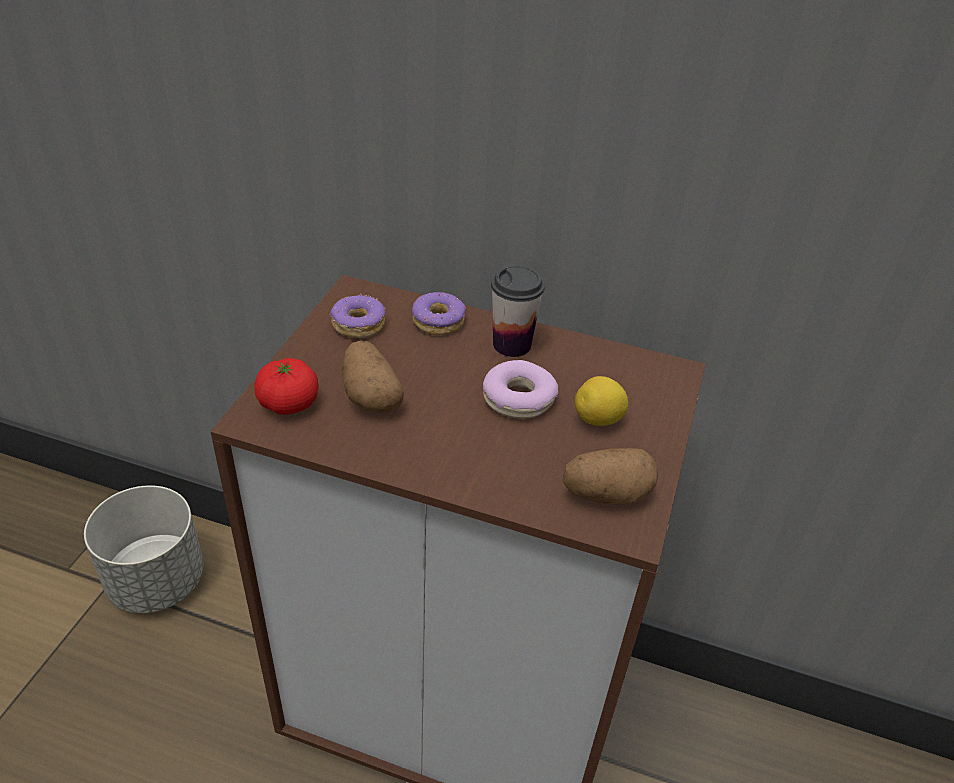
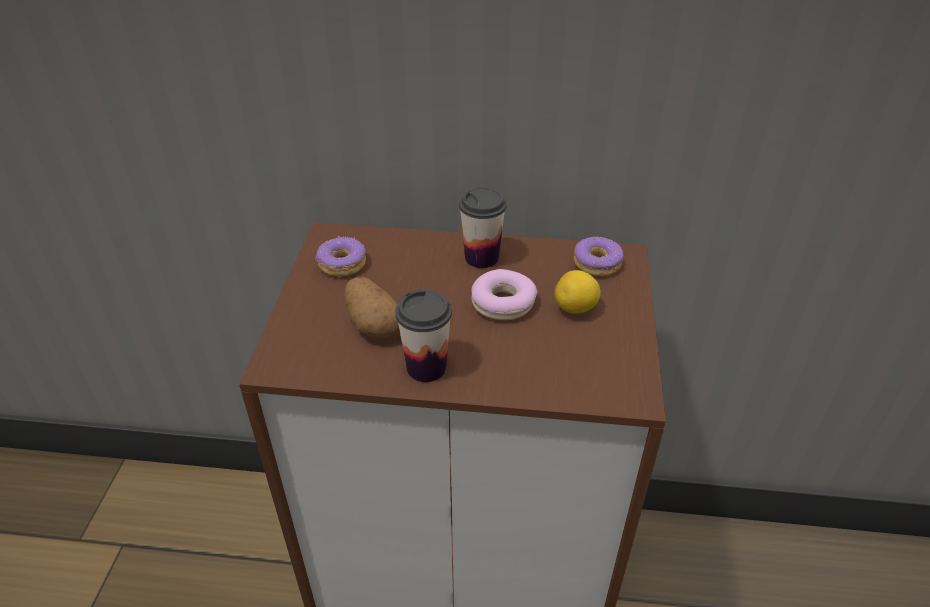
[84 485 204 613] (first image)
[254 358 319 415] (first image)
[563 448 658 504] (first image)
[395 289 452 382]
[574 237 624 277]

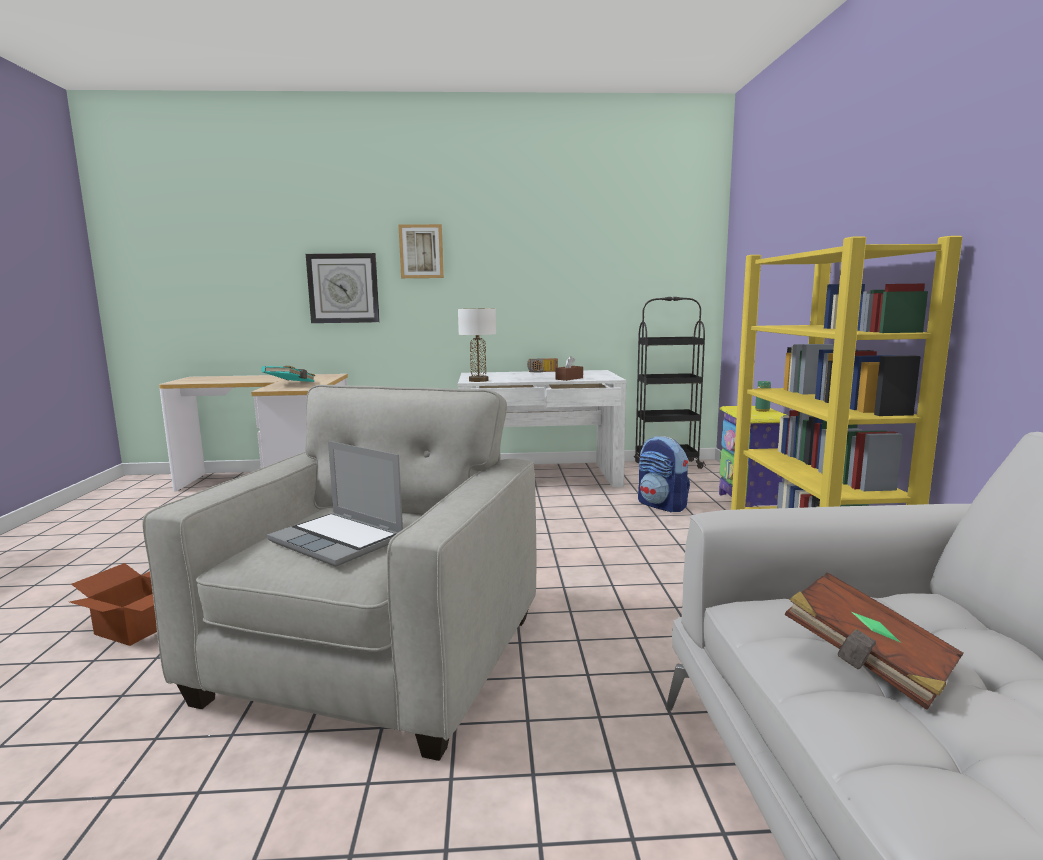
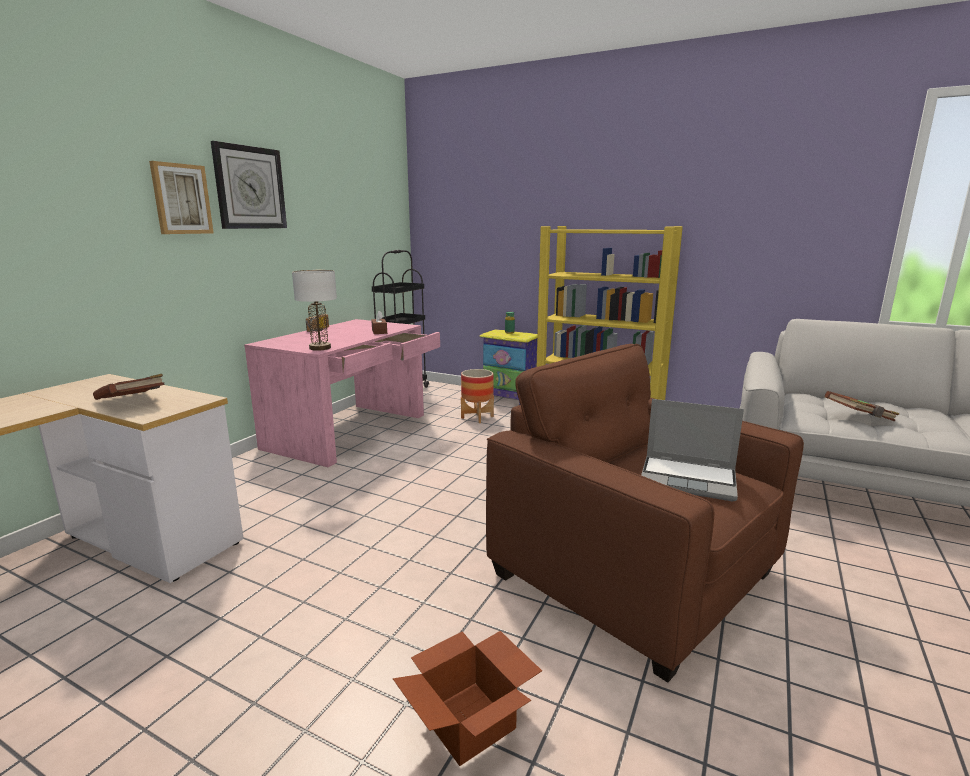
[211 141 287 229]
[461 369 494 423]
[486 344 804 682]
[93 374 165 400]
[244 319 440 467]
[641 399 744 502]

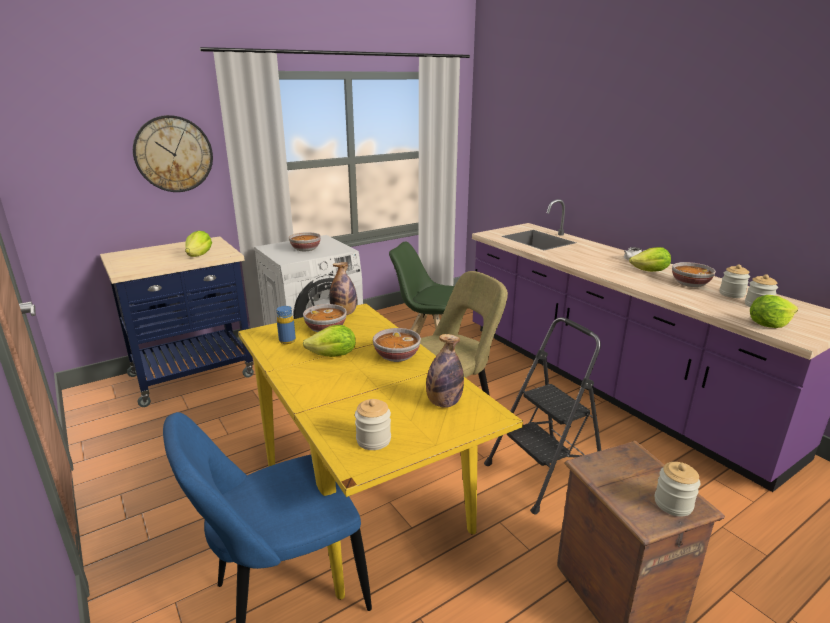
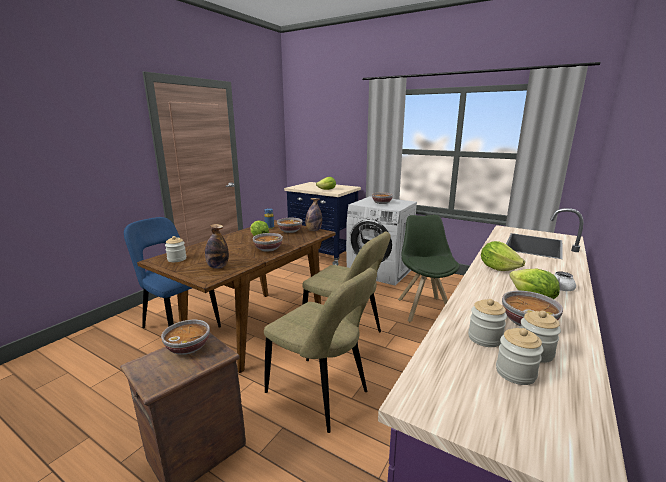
[133 115 213 192] (first image)
[161 320 210 355]
[468 299 507 347]
[481 241 525 271]
[264 268 377 433]
[137 220 336 373]

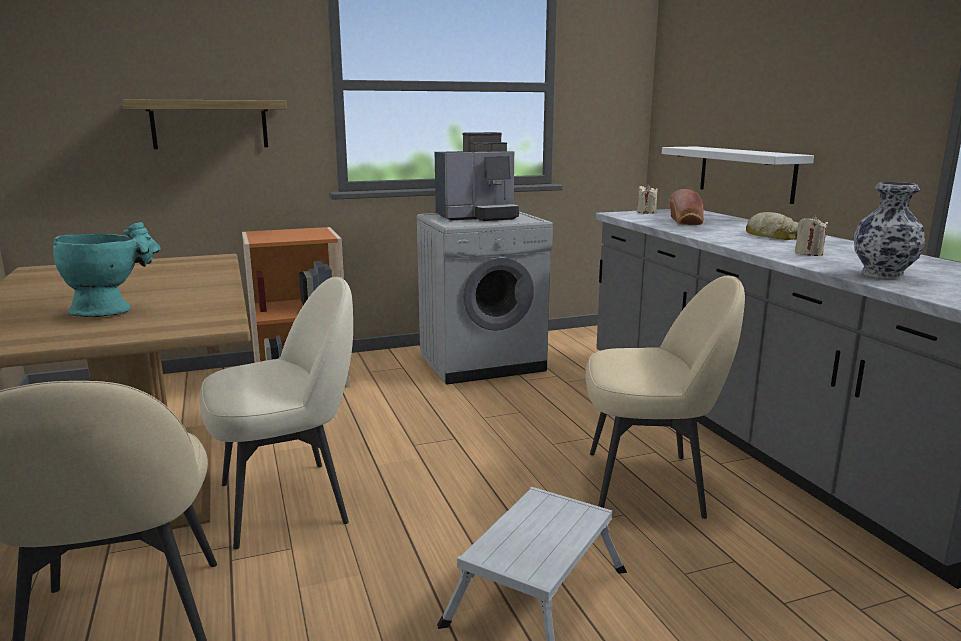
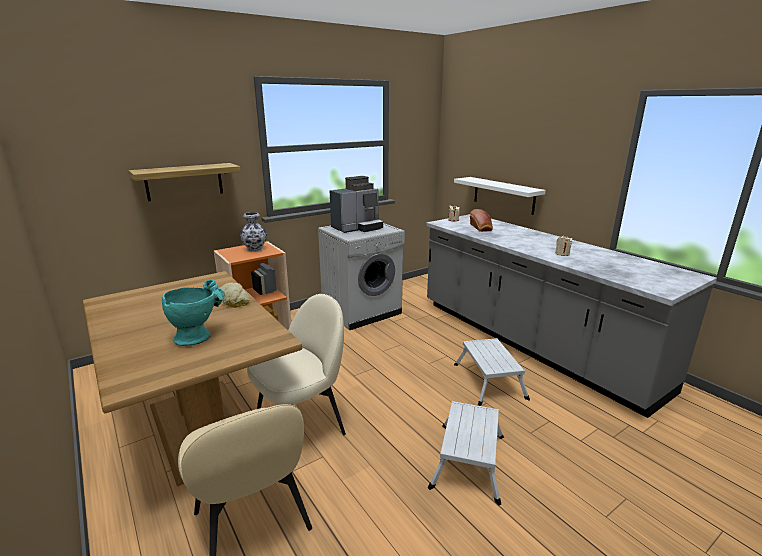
[220 283 249 308]
[240 212 267 252]
[454 338 530 406]

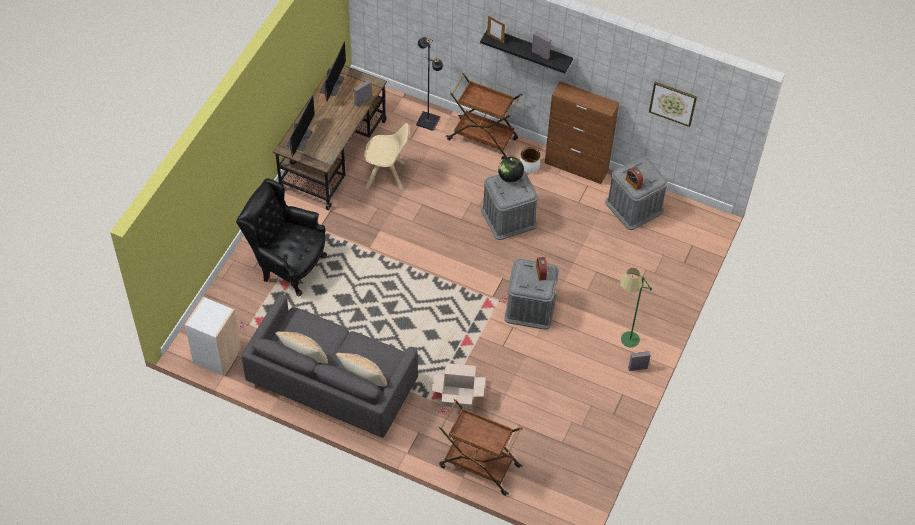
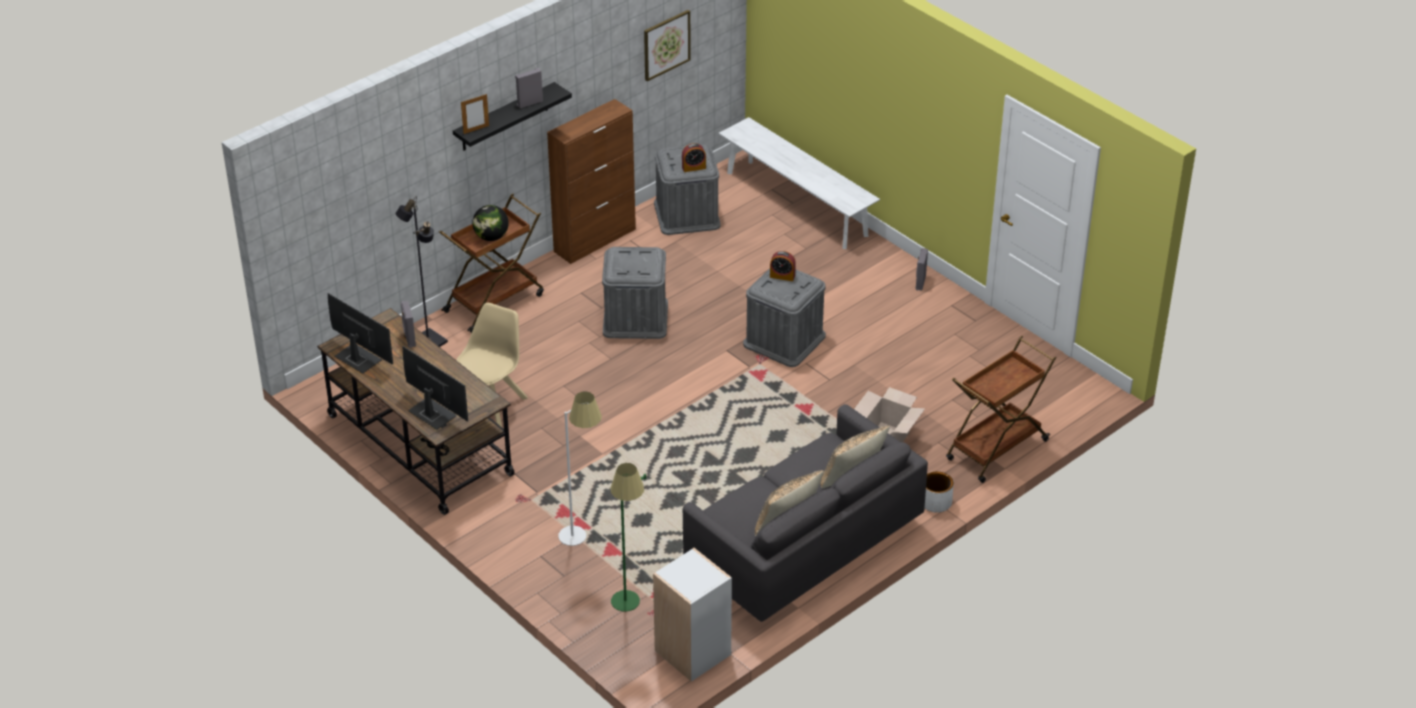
[719 117 880 249]
[472 205 509 241]
[925 471 954 513]
[611 463 646 612]
[558 391 602 546]

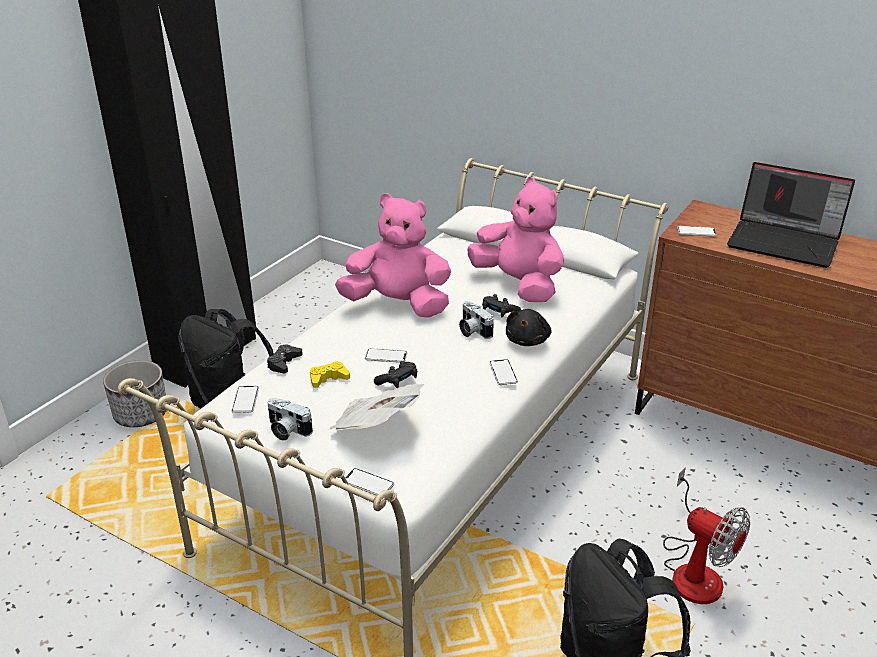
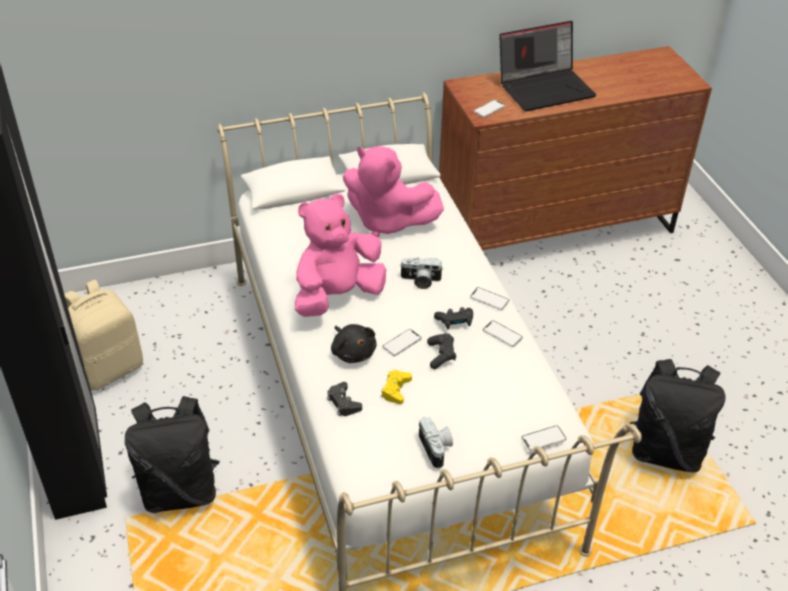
[103 360 167 427] (first image)
[330 384 424 430] (first image)
[663 467 750 604] (first image)
[64 280 143 391]
[483 320 523 347]
[434 307 473 329]
[331 324 376 363]
[419 417 453 469]
[343 146 444 238]

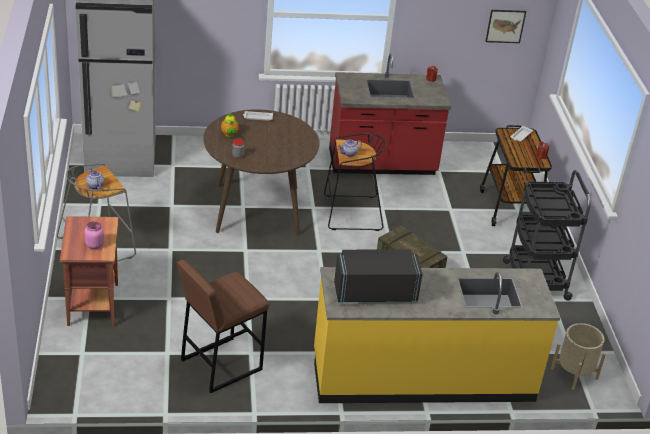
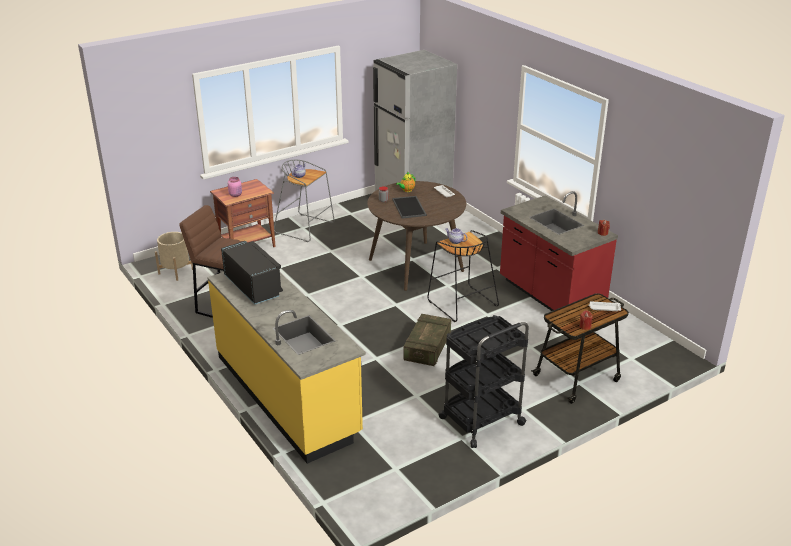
[485 10 526 43] (first image)
[392 196 427 219]
[155 232 193 281]

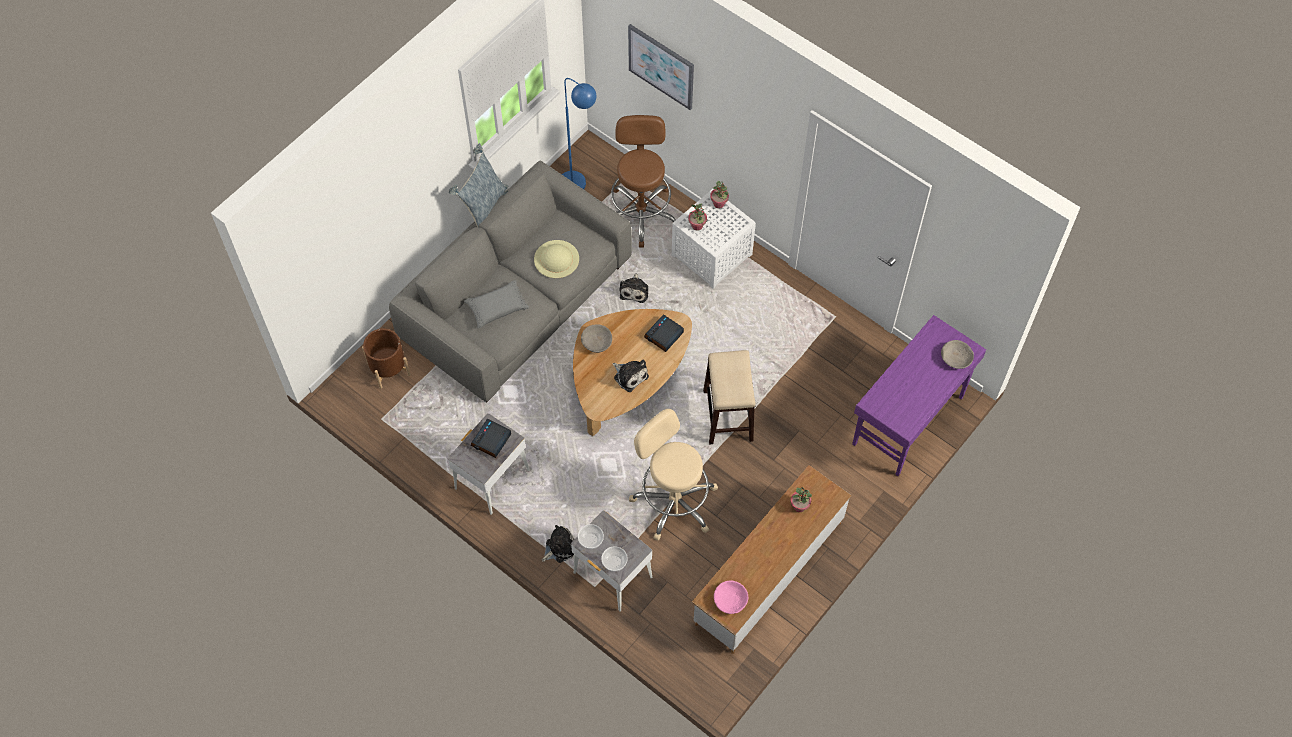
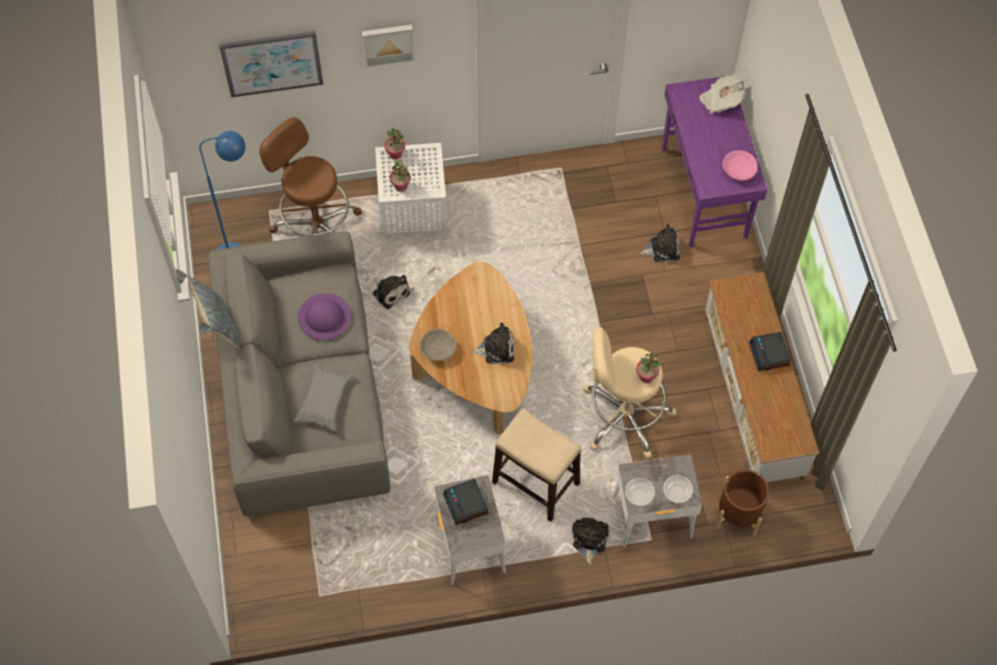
[362 24 415 68]
[640 224 680 262]
[716 470 769 536]
[749 332 791 371]
[492 409 581 522]
[723 150 758 181]
[636 353 660 383]
[699 75 747 114]
[298 293 351 340]

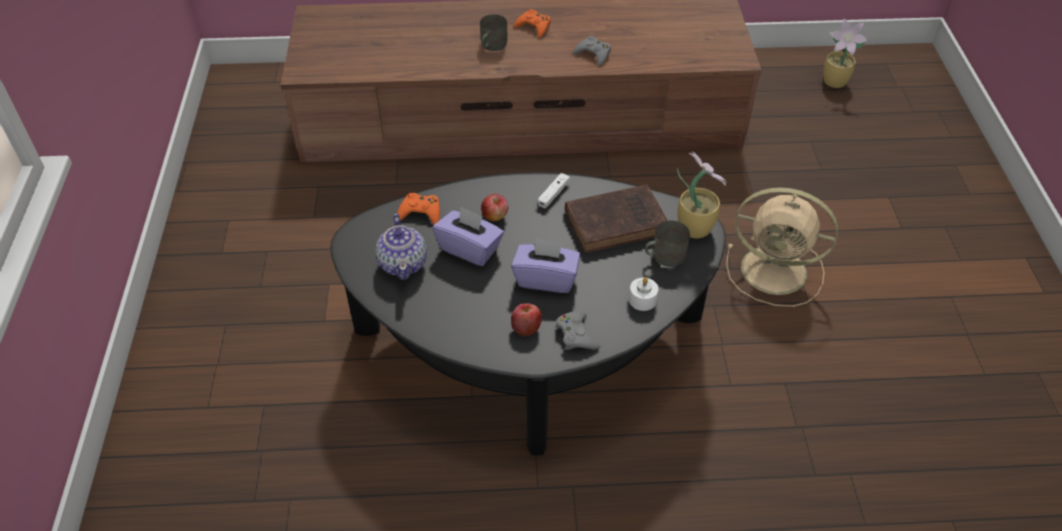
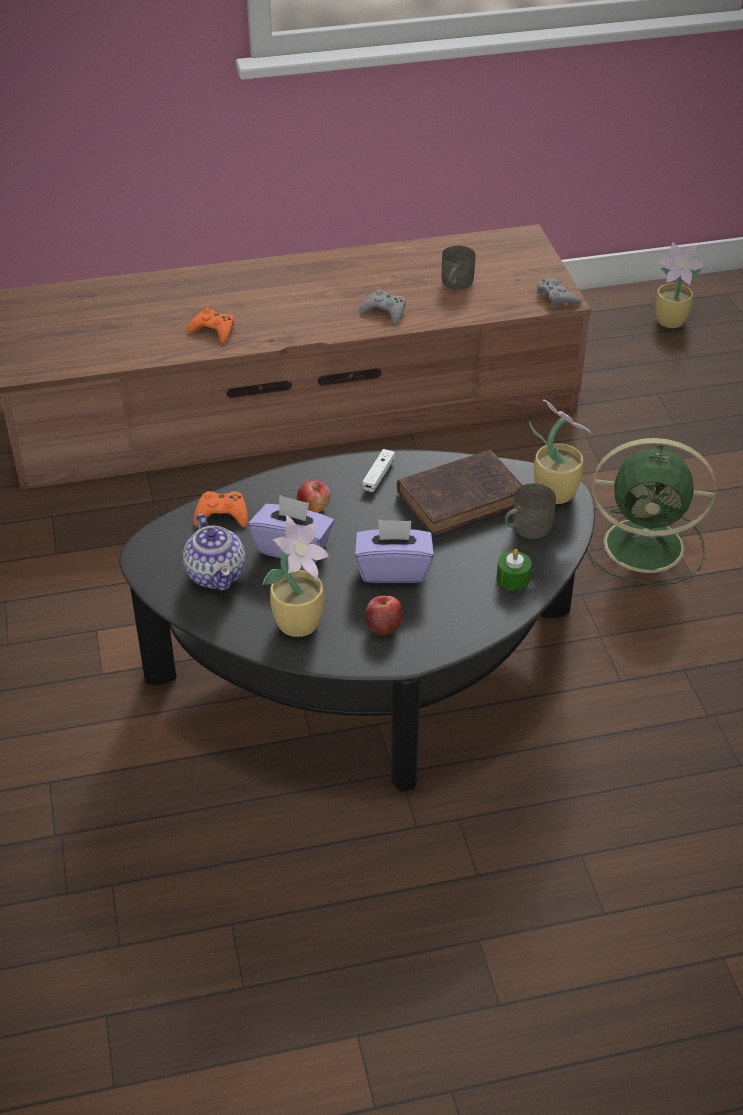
[262 515 329 637]
[442 246 476 290]
[187 308 234 343]
[537 279 582 307]
[497 549 532 590]
[587 438 716 585]

